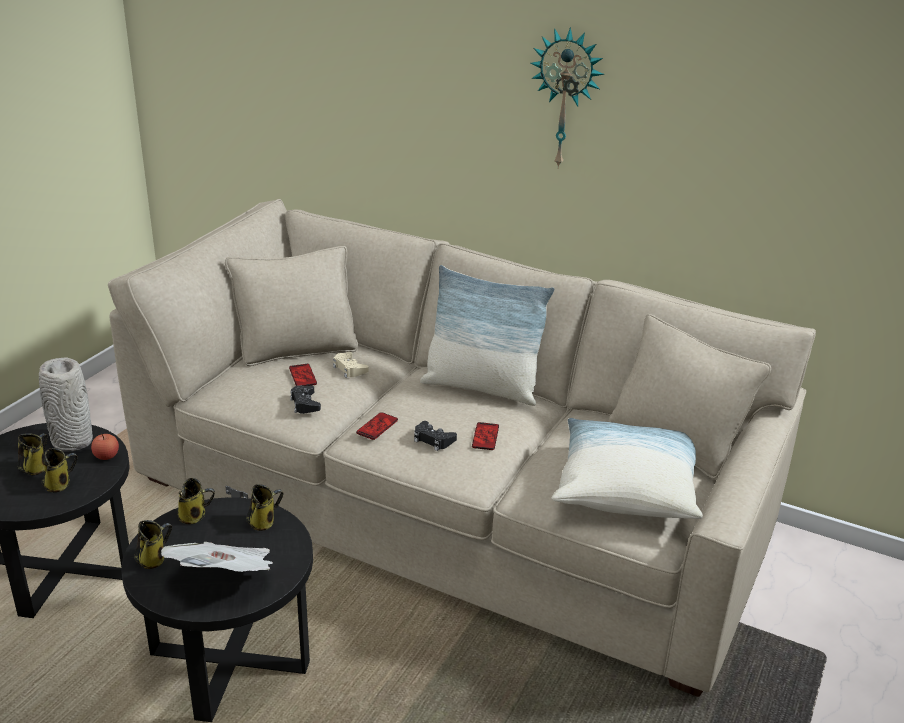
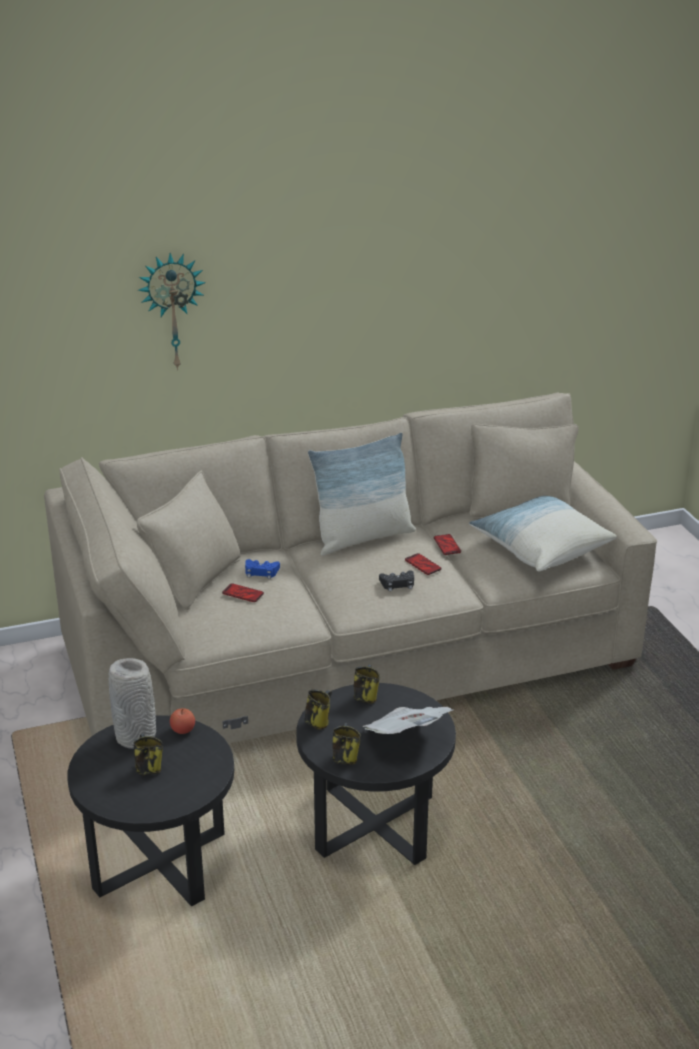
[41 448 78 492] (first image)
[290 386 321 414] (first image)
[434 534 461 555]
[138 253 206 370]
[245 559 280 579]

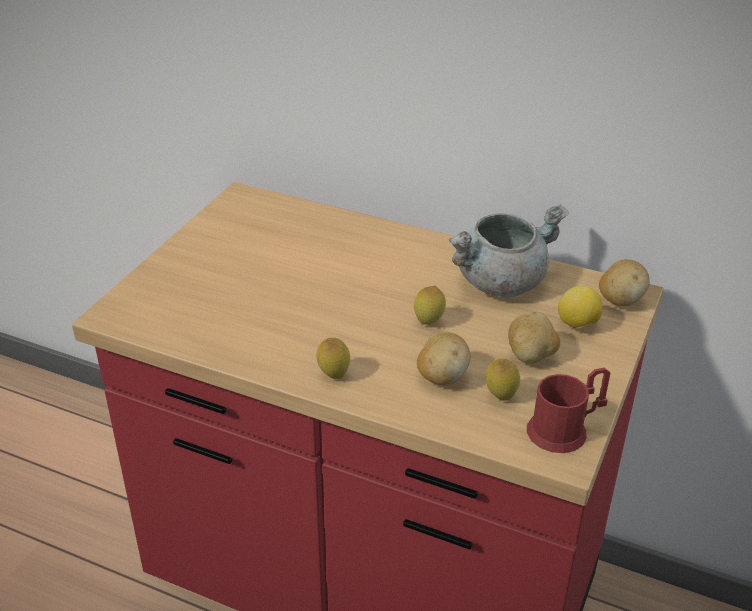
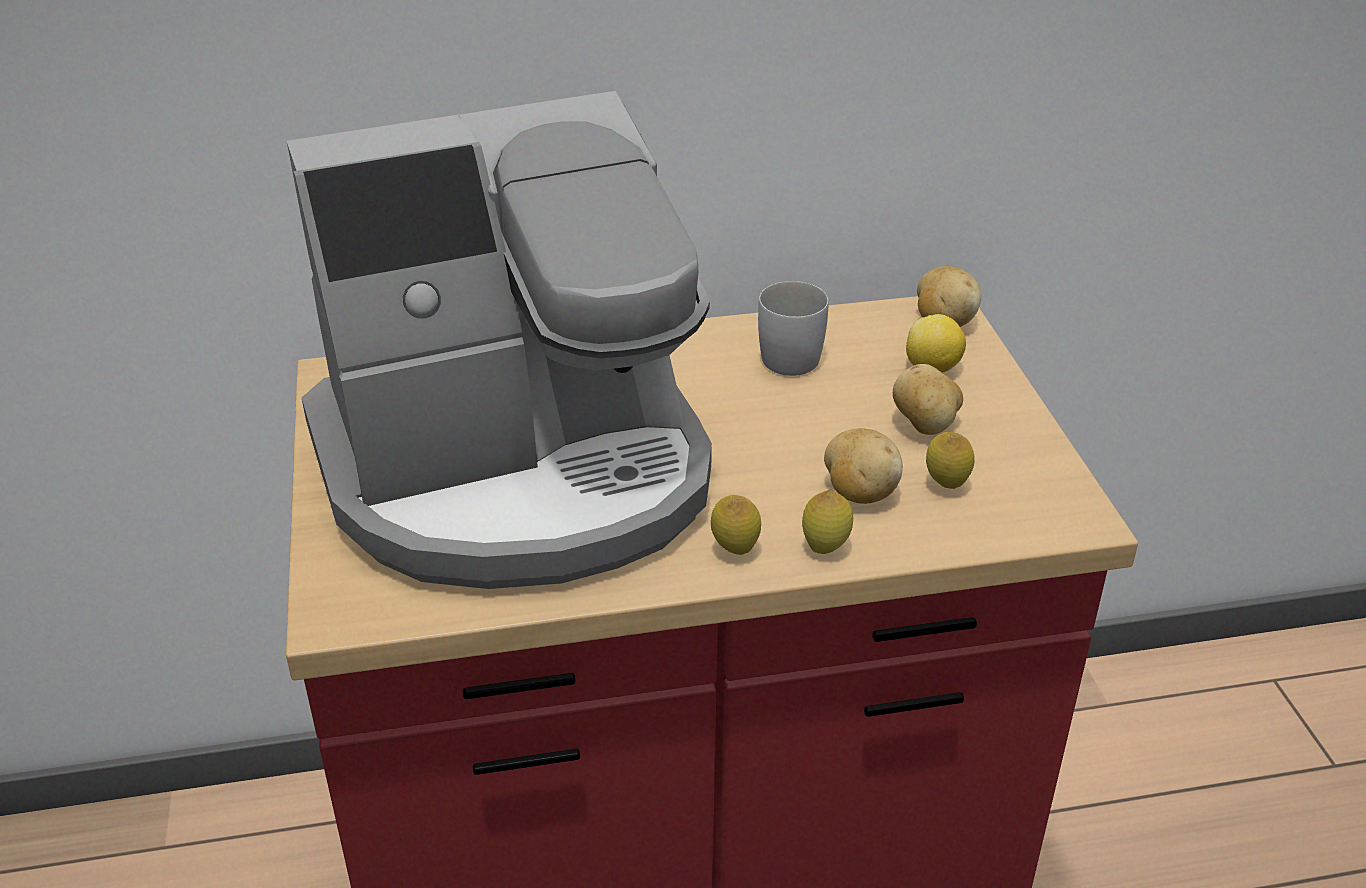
[527 367 610 453] (first image)
[287 91 712 589]
[802 489 853 554]
[758 281 828 376]

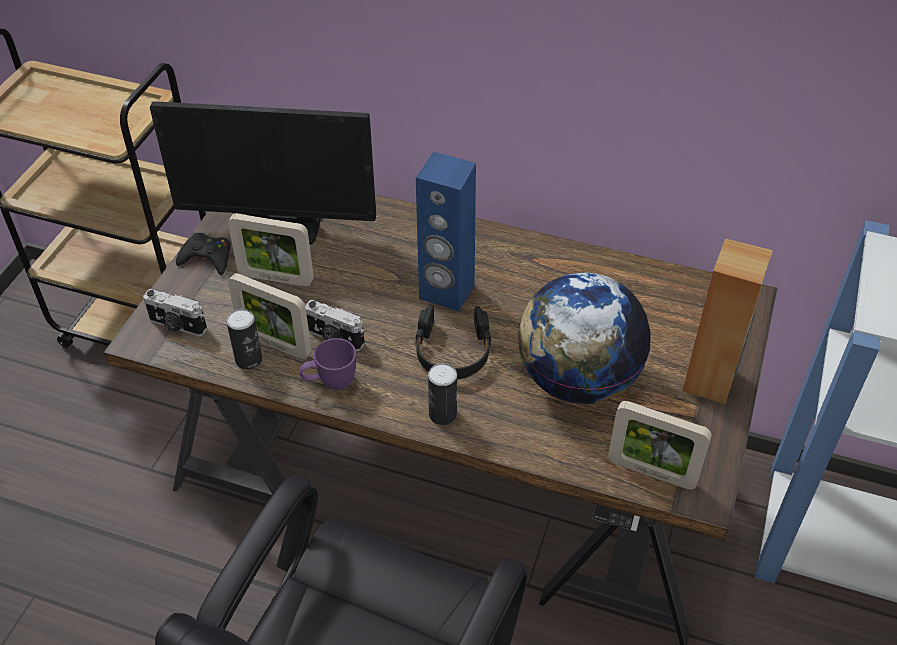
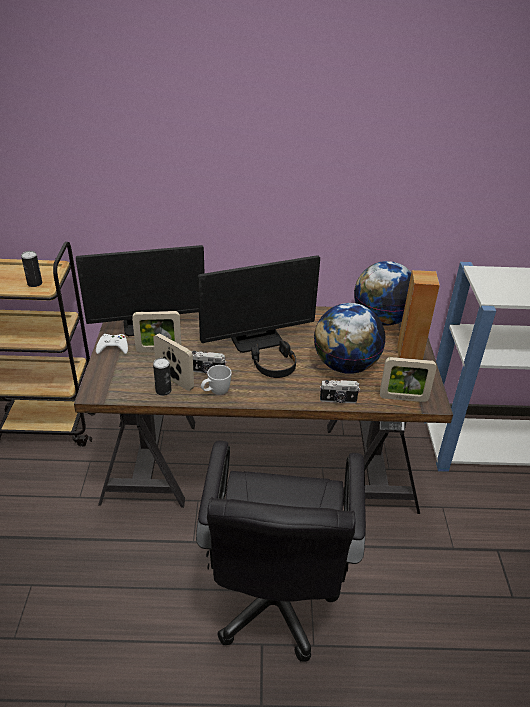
[354 261 411 326]
[320 380 360 403]
[21 251 42 287]
[198 255 320 353]
[96 334 128 354]
[201 365 232 395]
[153 334 194 391]

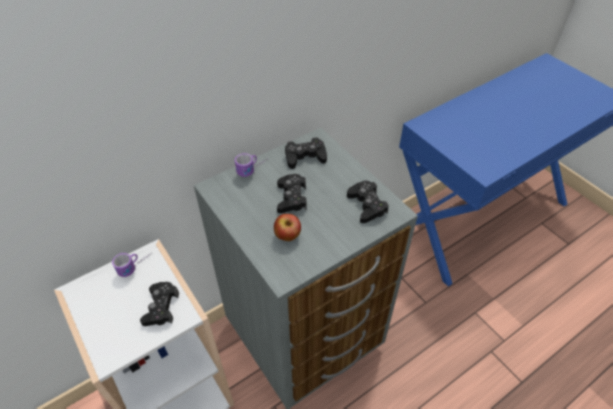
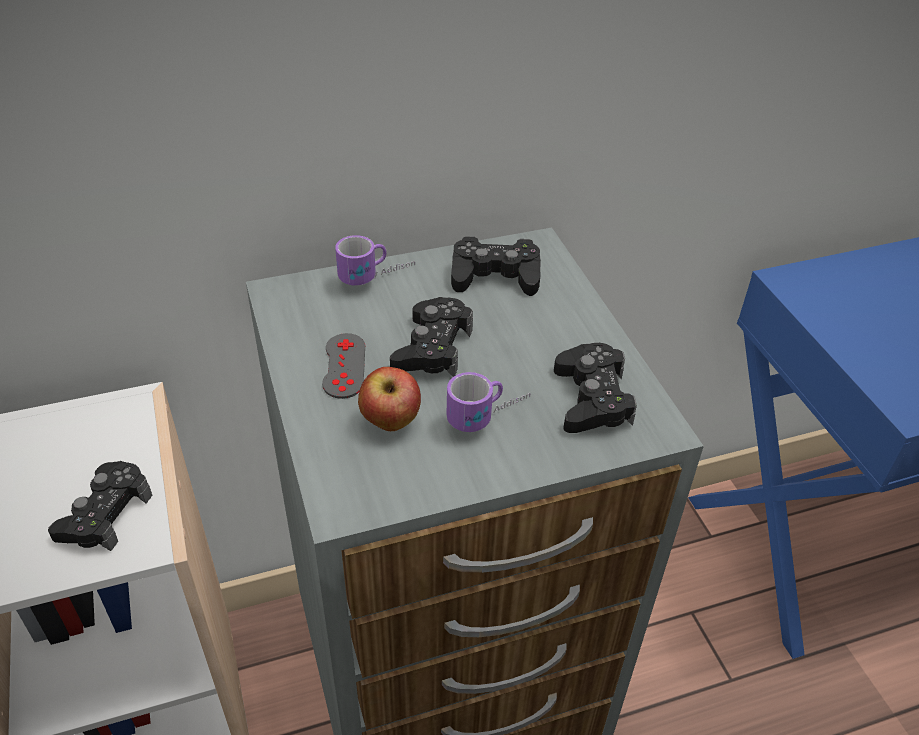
[322 333 365 399]
[447 372 530 432]

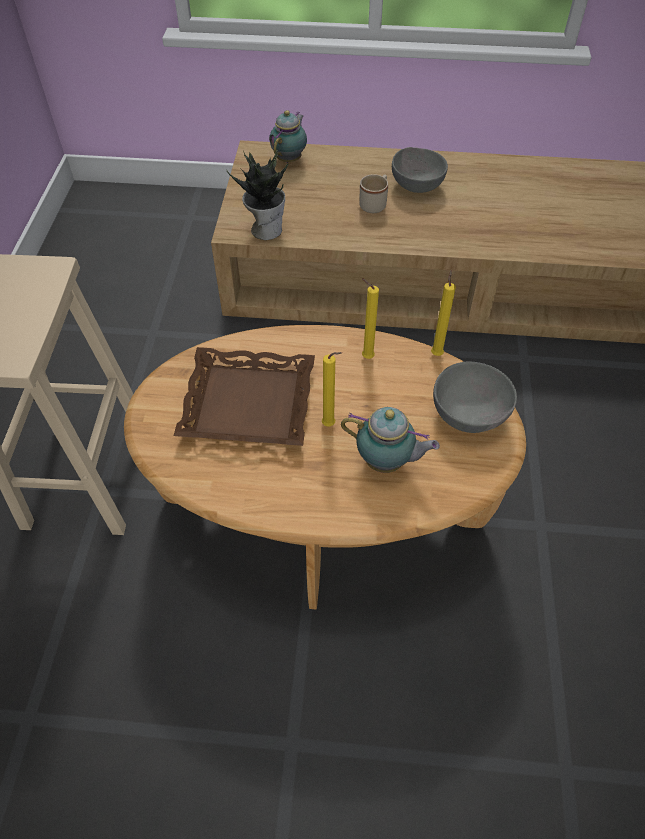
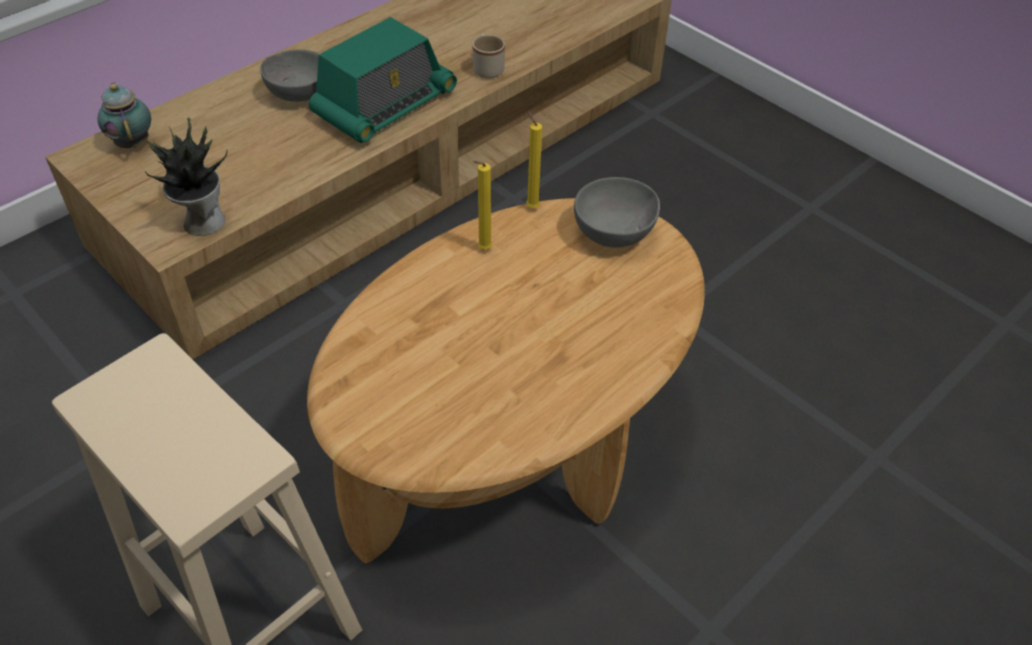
[173 347 315 446] (first image)
[322 352 342 427] (first image)
[341 407 440 473] (first image)
[309 17 457 143]
[472 33 505 78]

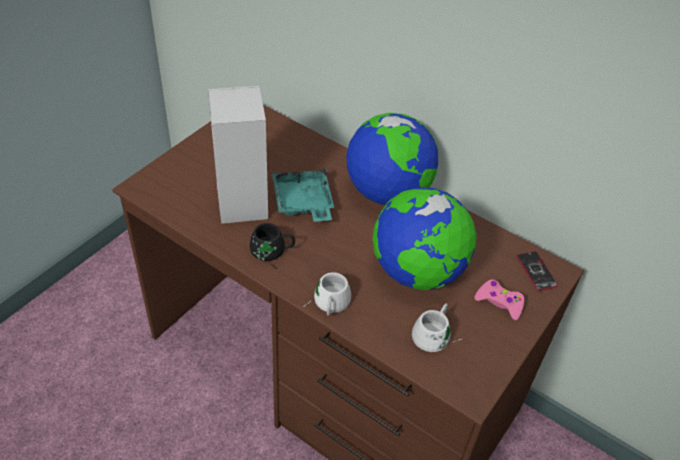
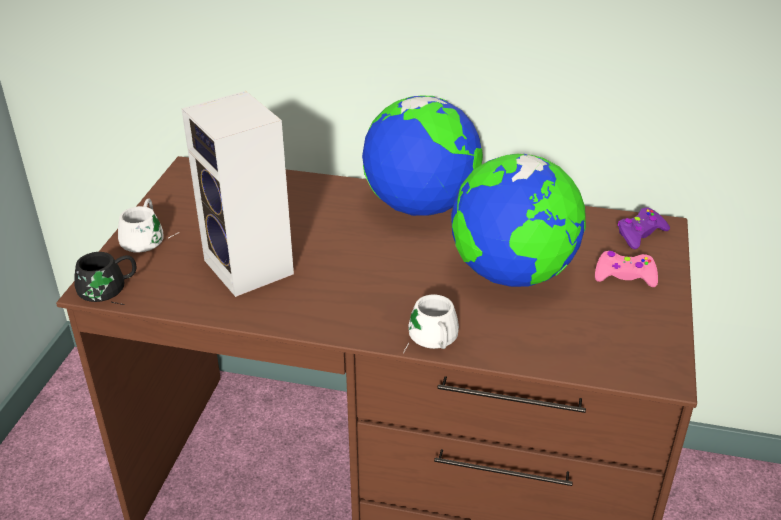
[272 167 334 222] (first image)
[74 252 136 305]
[118 198 179 252]
[617 207 670 249]

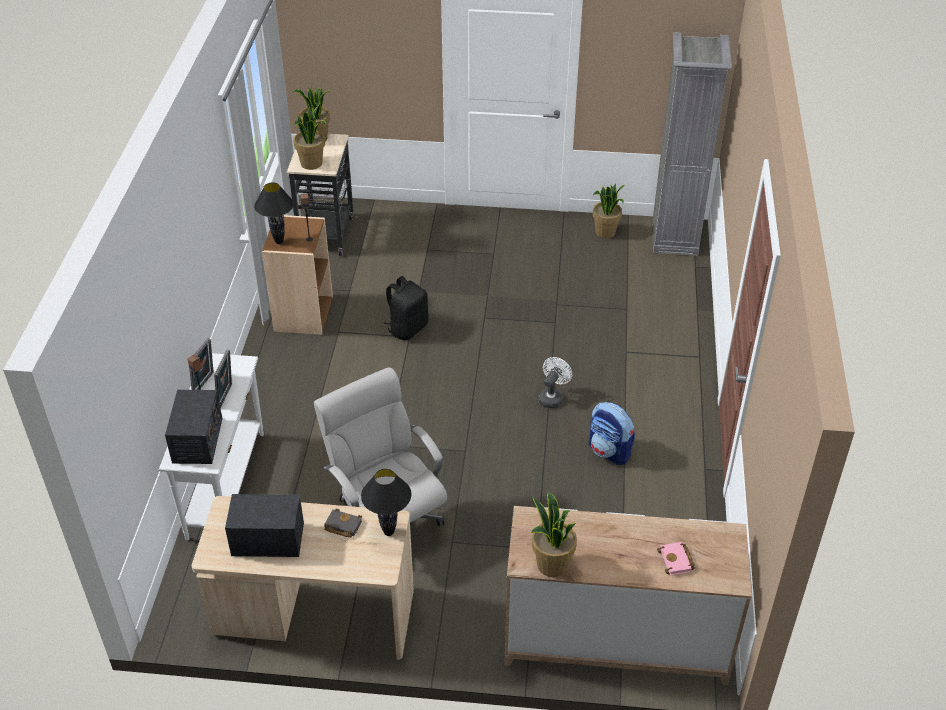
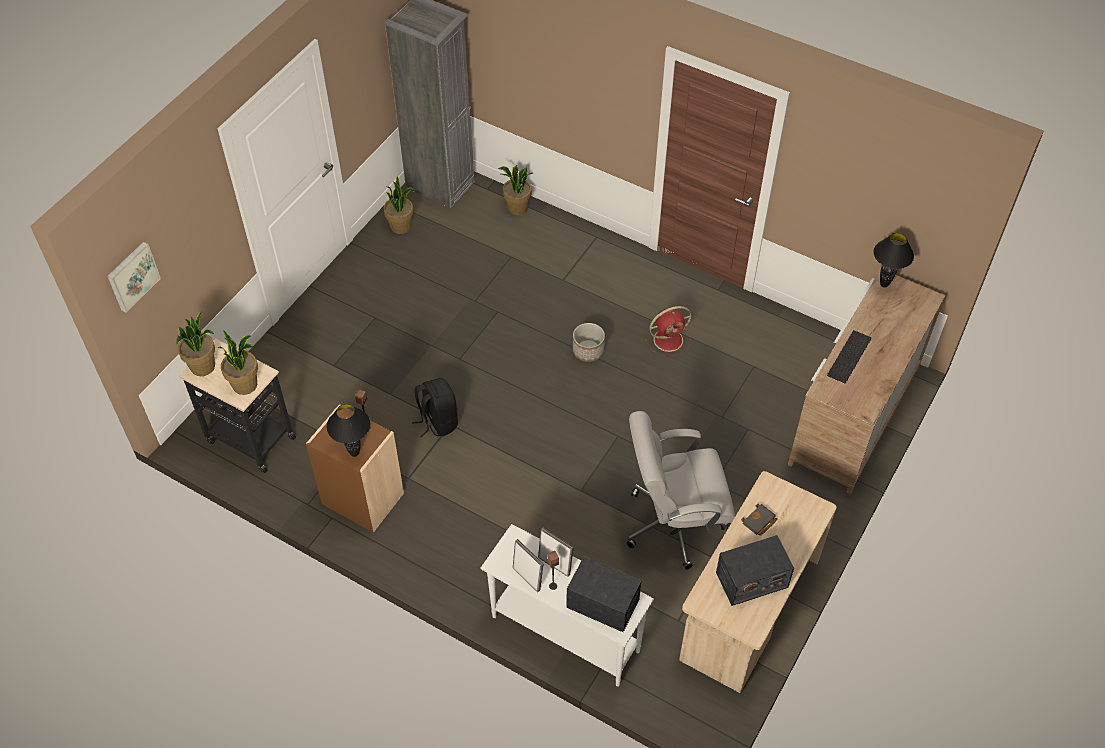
[657 542 695 575] (first image)
[107 242 161 312]
[827 330 871 383]
[873 233 914 288]
[498 165 533 215]
[573 323 605 362]
[644 306 691 357]
[716 535 794 606]

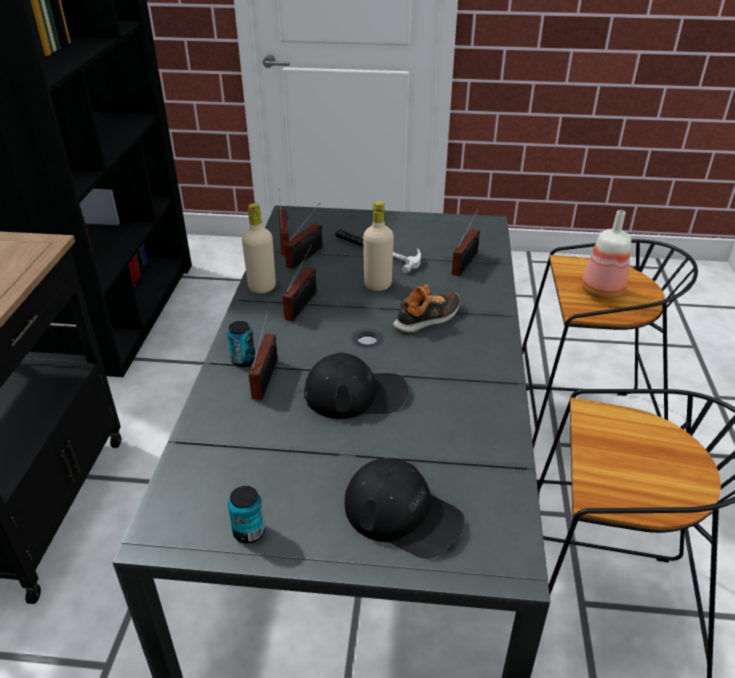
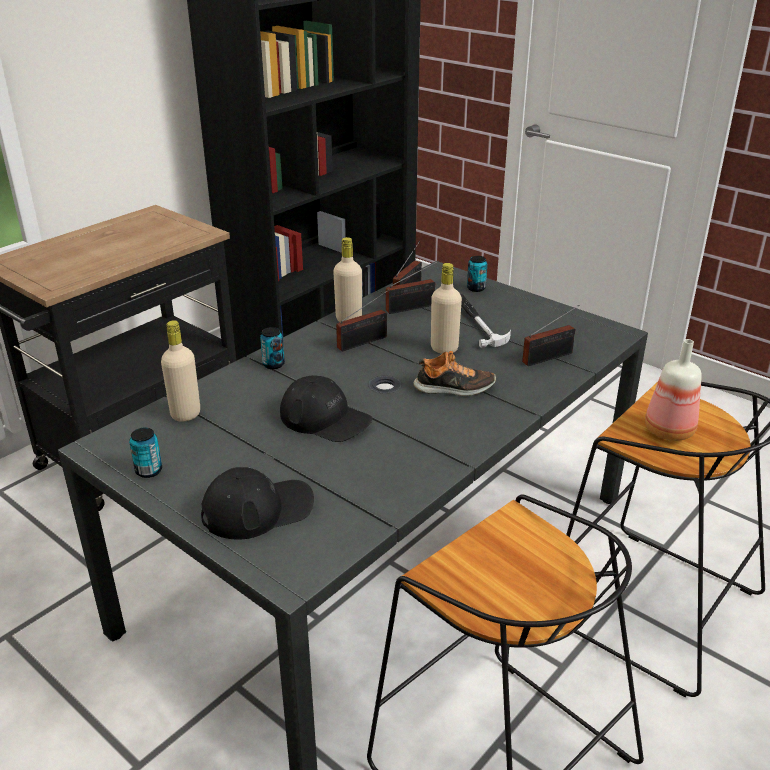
[249 309 278 400] (first image)
[161 320 200 422]
[467 256 487 292]
[201 467 314 539]

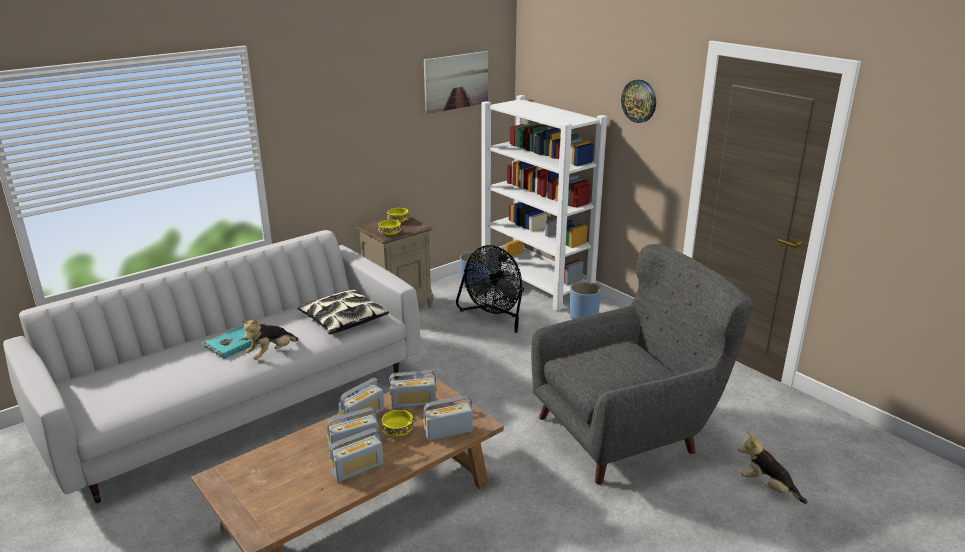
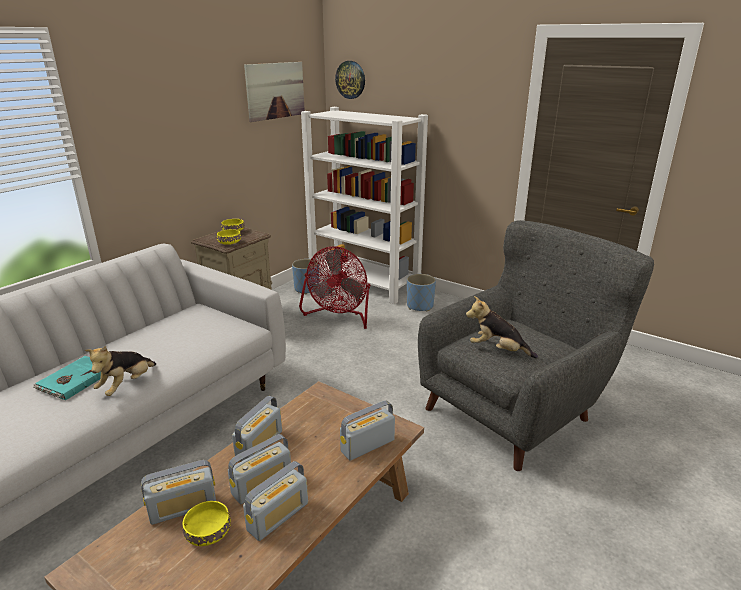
[297 289 389 334] (first image)
[183 501 231 546]
[141 460 216 525]
[335 61 365 99]
[466 296 538 359]
[299 246 370 329]

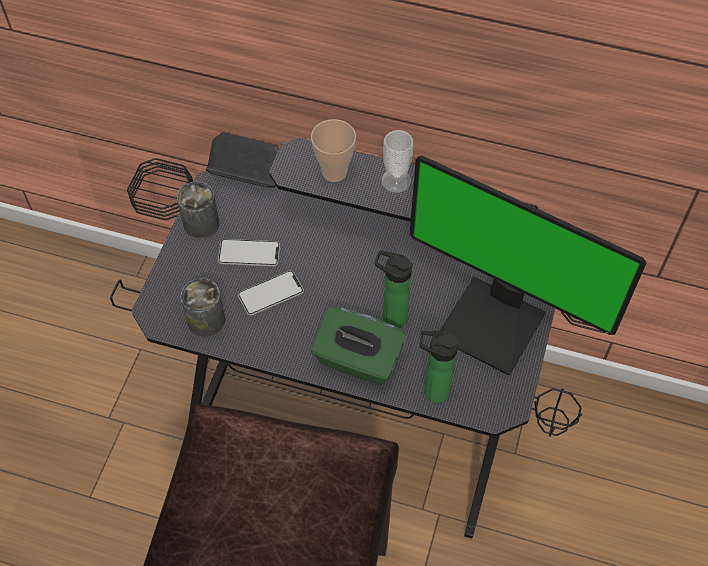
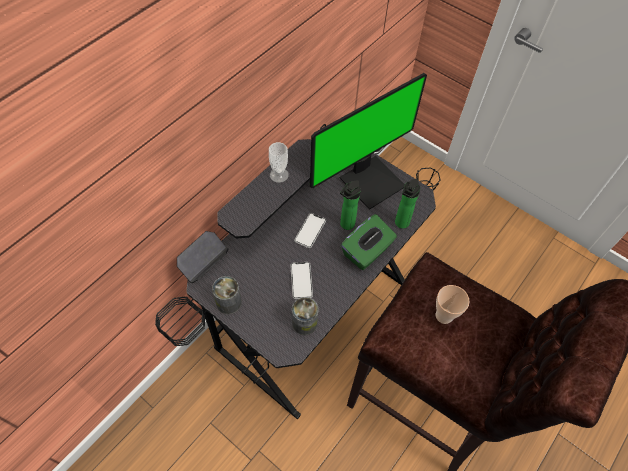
[294 213 326 248]
[436 285 469 324]

